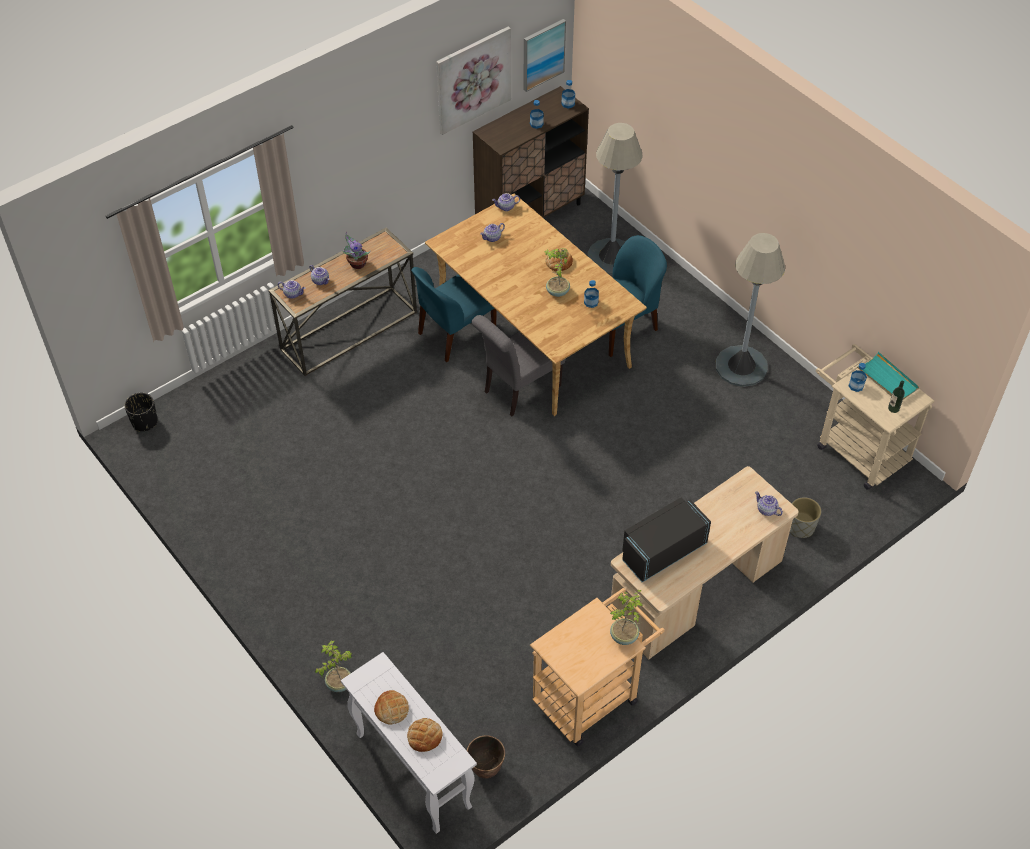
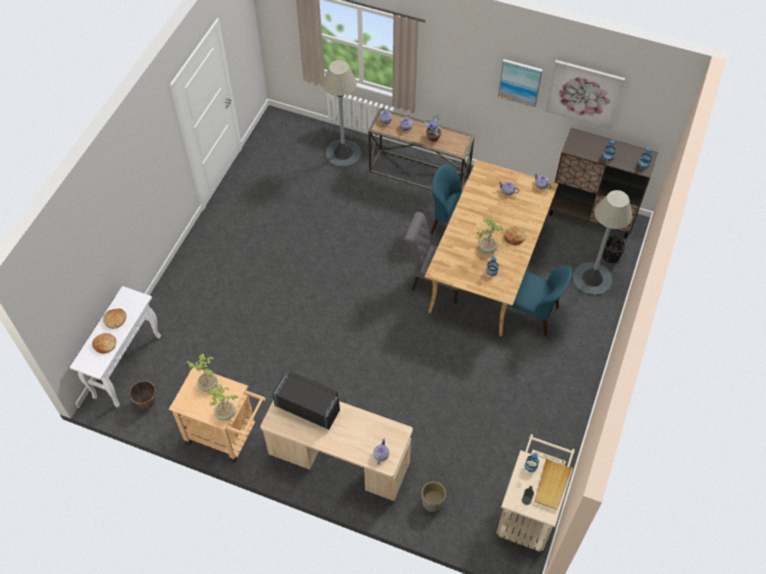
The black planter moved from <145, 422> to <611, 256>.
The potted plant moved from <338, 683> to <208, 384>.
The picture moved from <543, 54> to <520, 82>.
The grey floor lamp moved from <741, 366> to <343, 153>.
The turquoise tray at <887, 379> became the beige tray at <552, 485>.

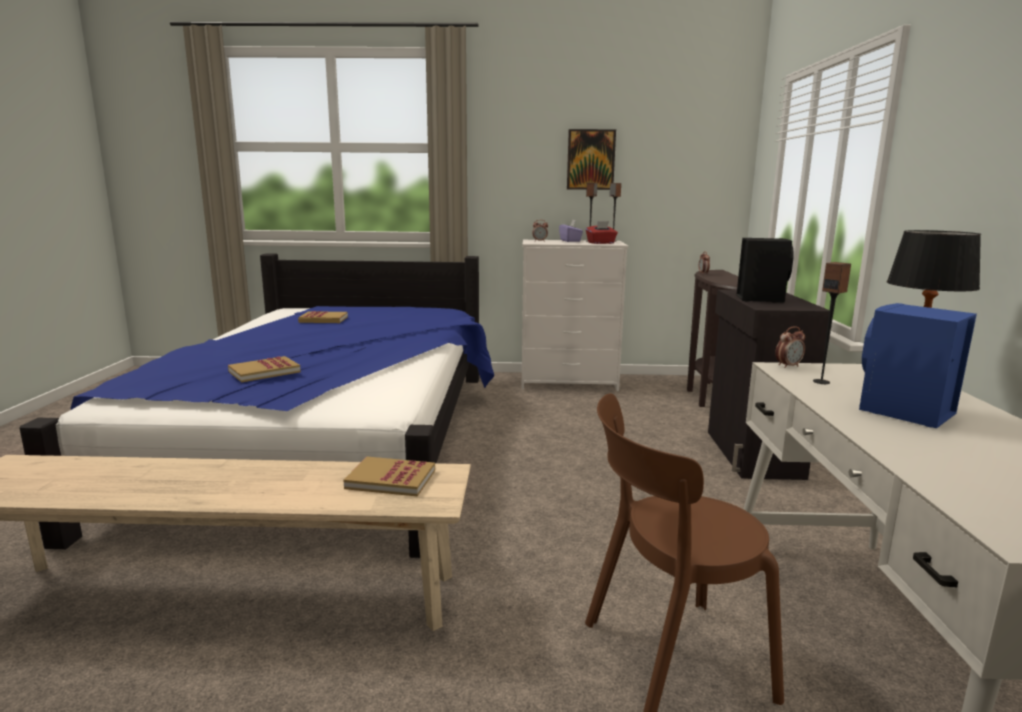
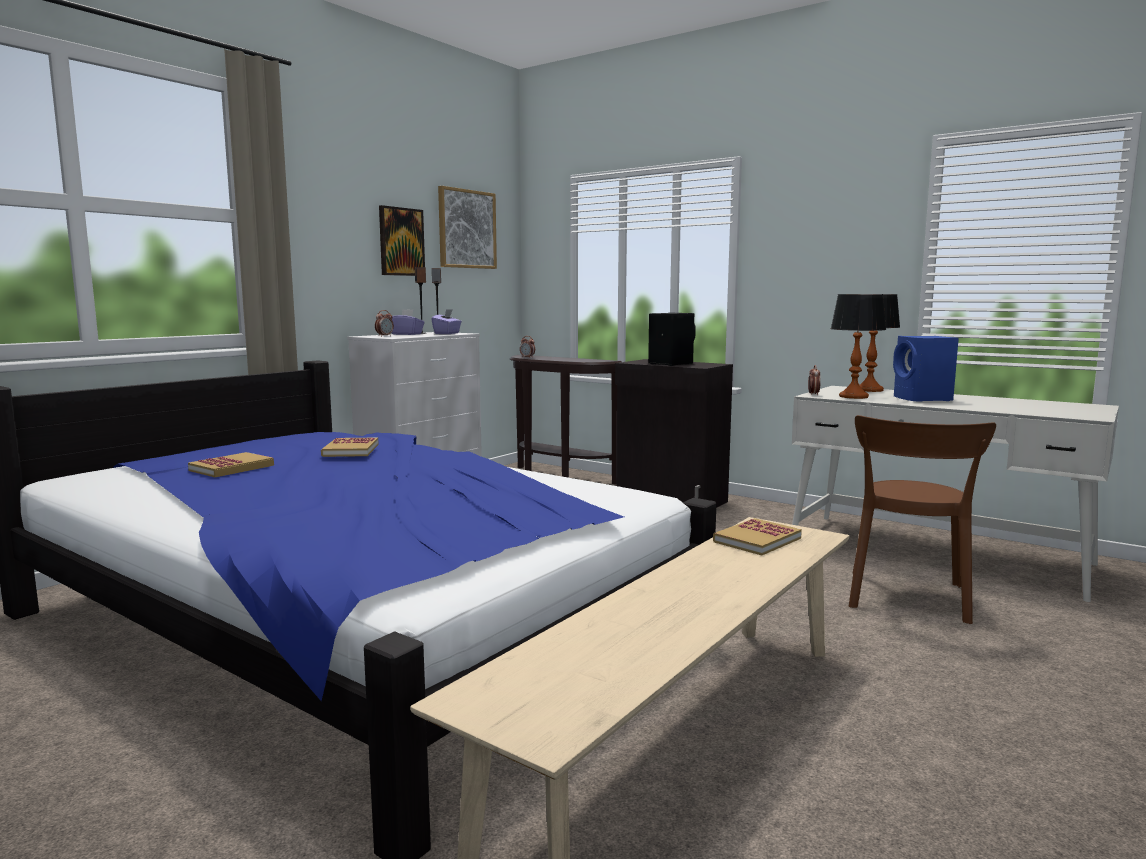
The picture at <466, 229> appeared.
The book moved from <264, 372> to <350, 450>.
The speaker at <821, 382> was replaced by the table lamp at <854, 396>.
The red tissue box at <601, 243> became the purple tissue box at <447, 333>.

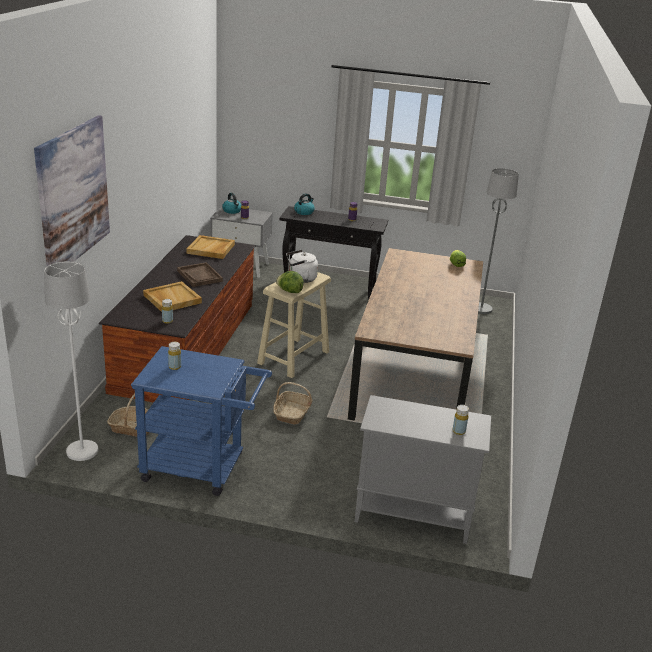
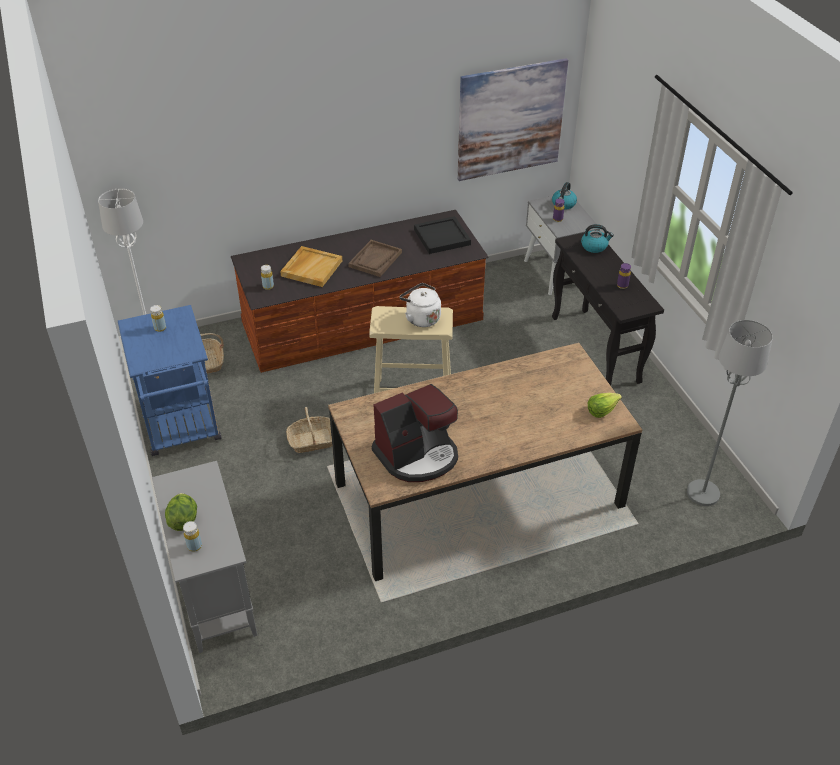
The coffee machine at <417, 455> appeared.
The picture moved from <73, 194> to <510, 120>.
The lettuce moved from <289, 291> to <183, 520>.
The beige tray at <211, 249> became the black tray at <441, 237>.

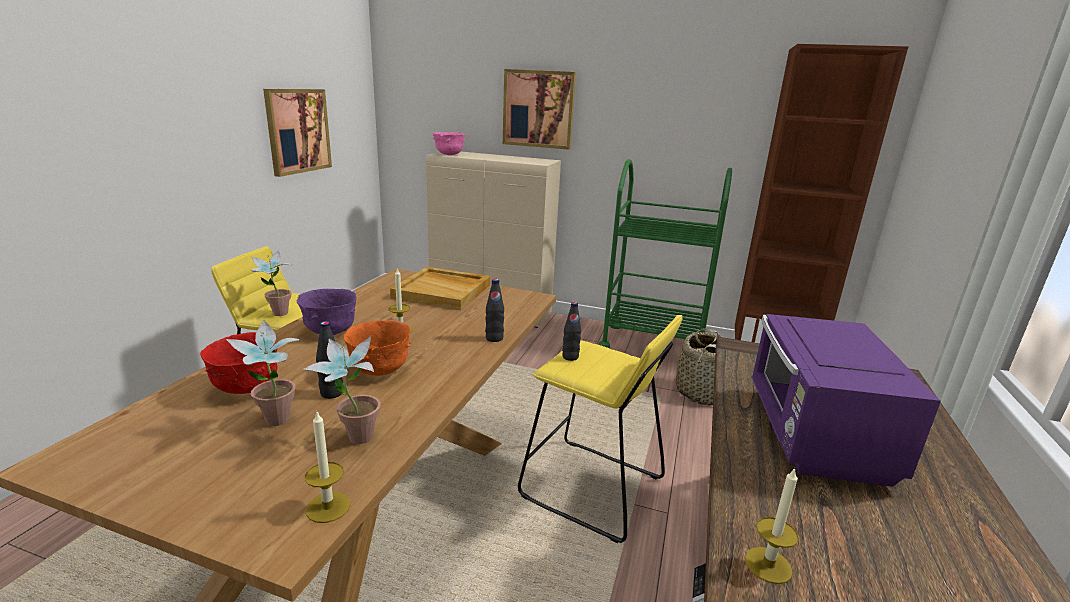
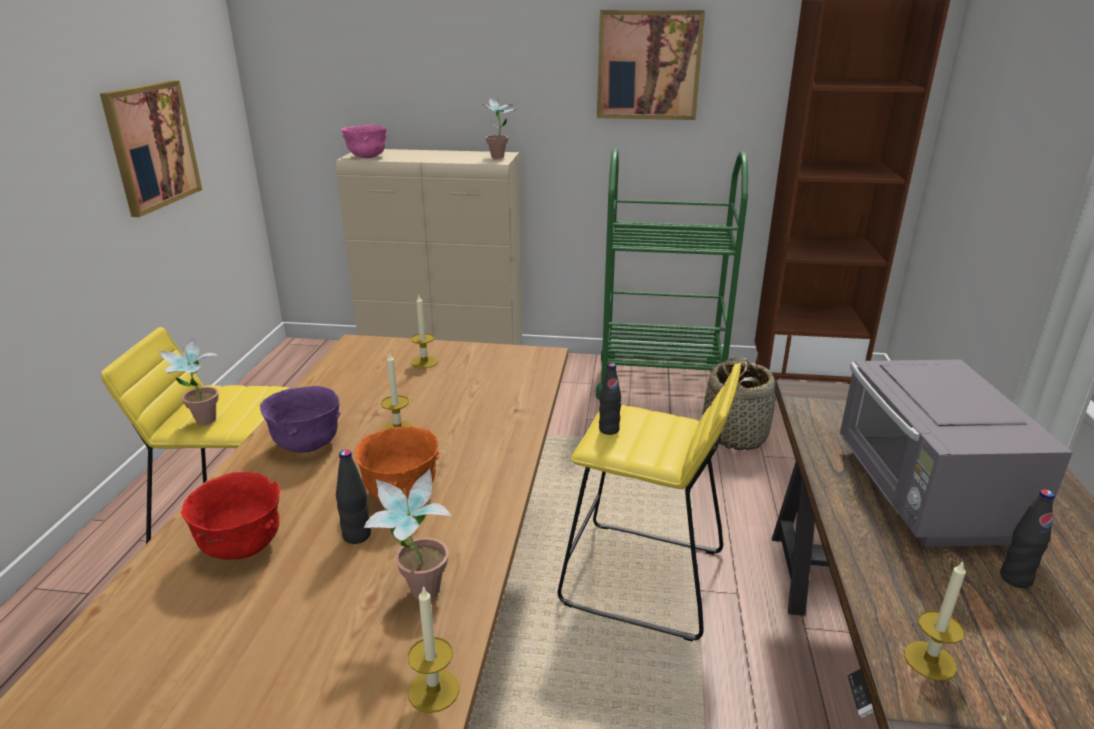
The potted plant moved from <277, 424> to <499, 158>.
The black bottle moved from <494, 338> to <1015, 578>.
The picture moved from <538, 109> to <648, 65>.
The beige tray at <443, 291> was replaced by the candle at <424, 362>.
The purple microwave at <815, 436> became the grey microwave at <924, 495>.

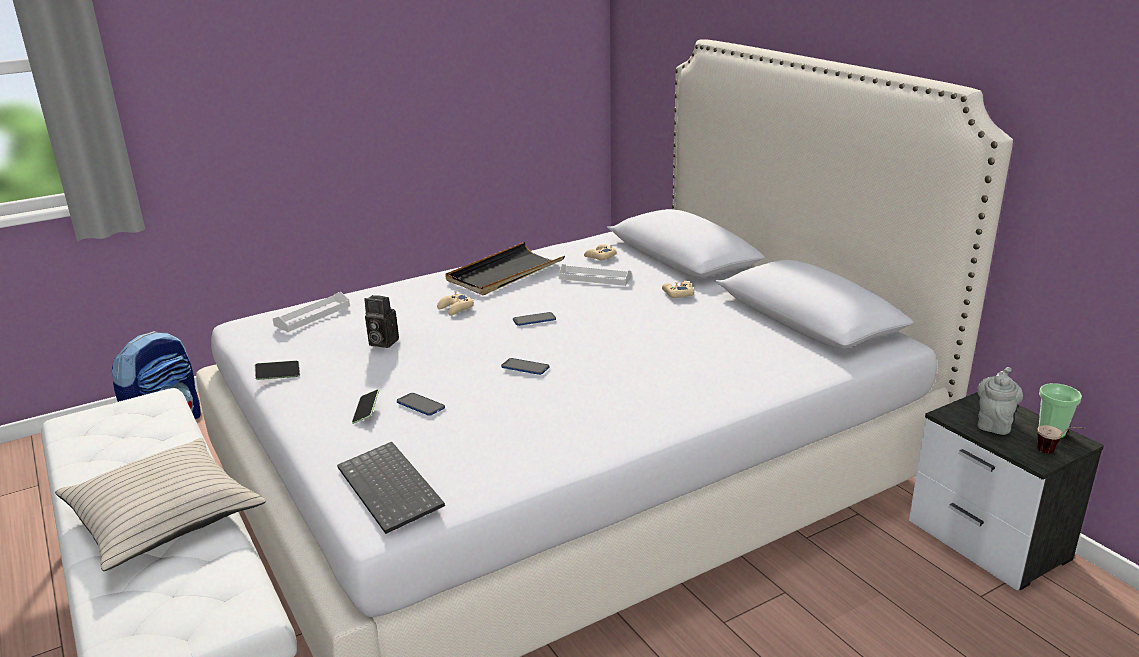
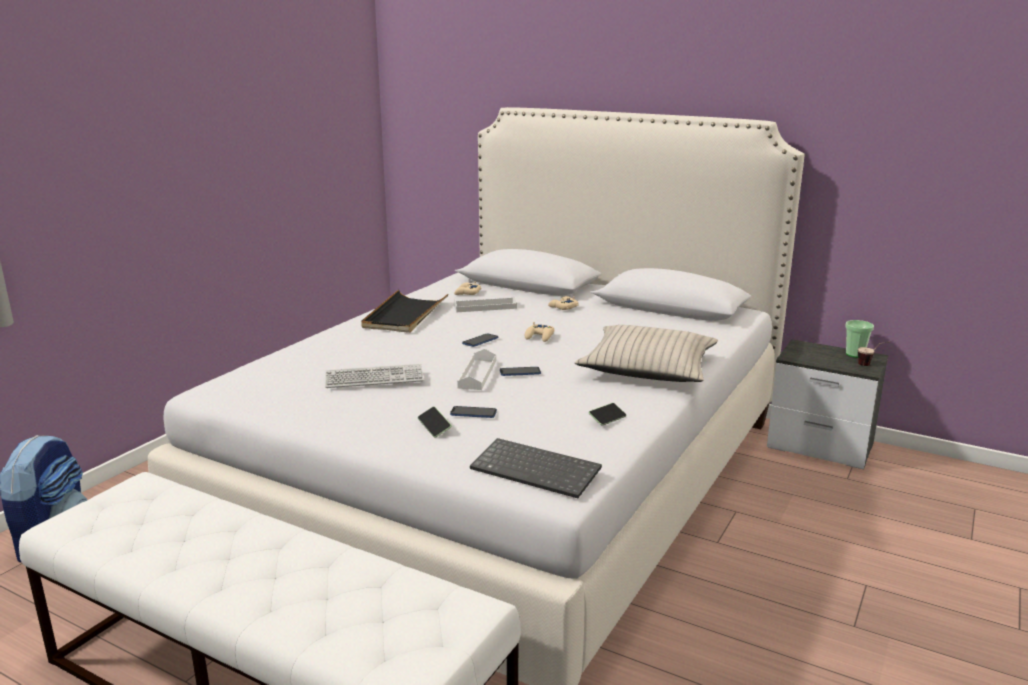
The grey teapot at <994, 423> disappeared.
The beige pillow moved from <163, 516> to <648, 368>.
The phone moved from <278, 375> to <607, 419>.
The white tray moved from <312, 315> to <477, 374>.
The beige game controller moved from <455, 308> to <540, 336>.
The photo camera at <381, 342> was replaced by the keyboard at <374, 378>.

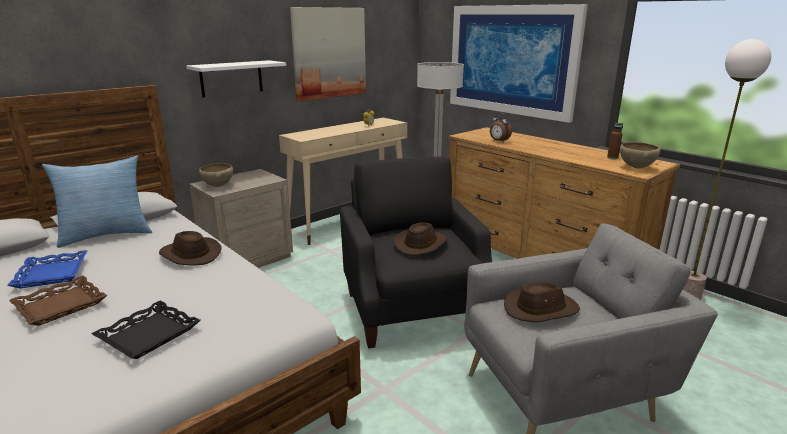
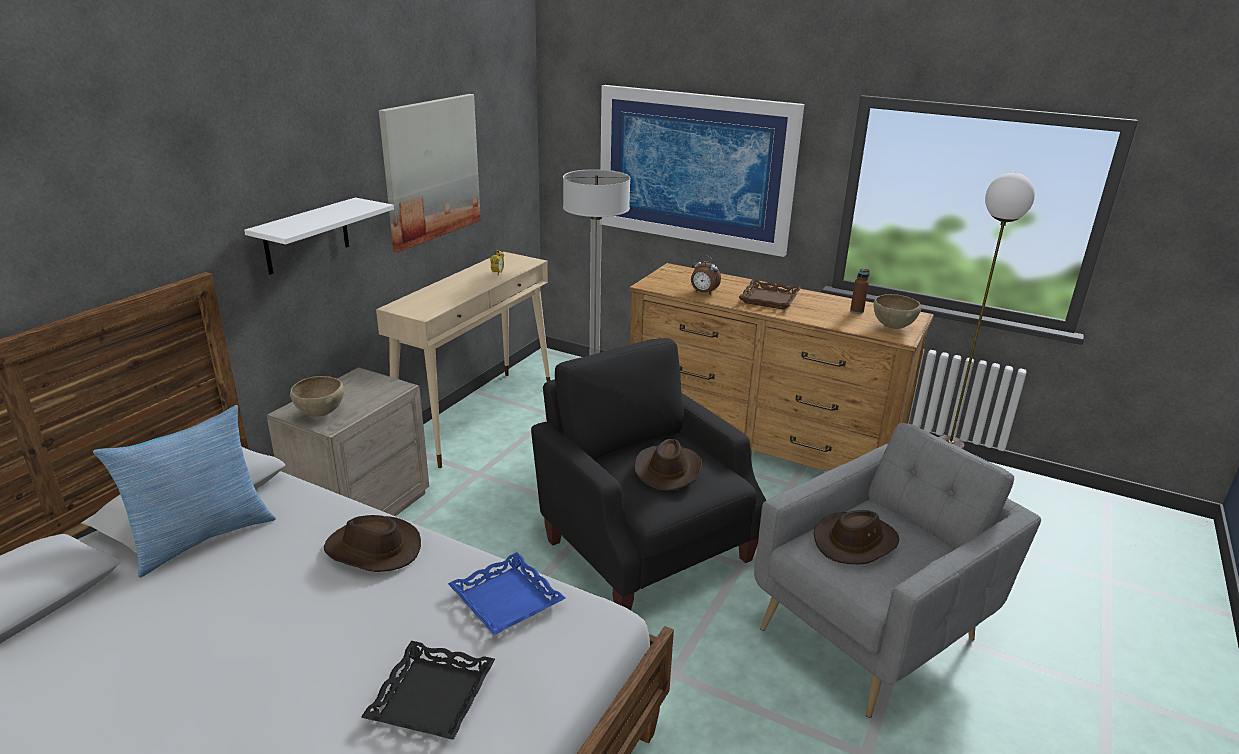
The blue tray moved from <52, 274> to <507, 599>.
The brown tray moved from <60, 305> to <768, 299>.

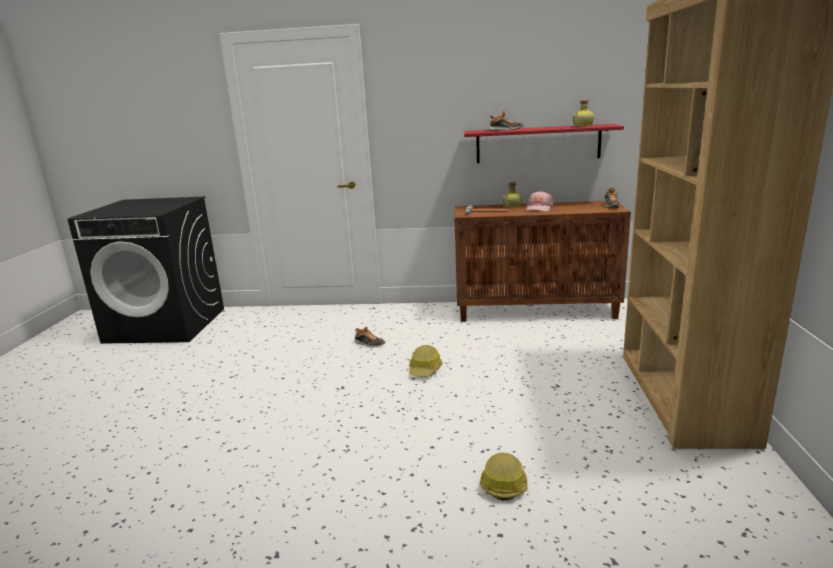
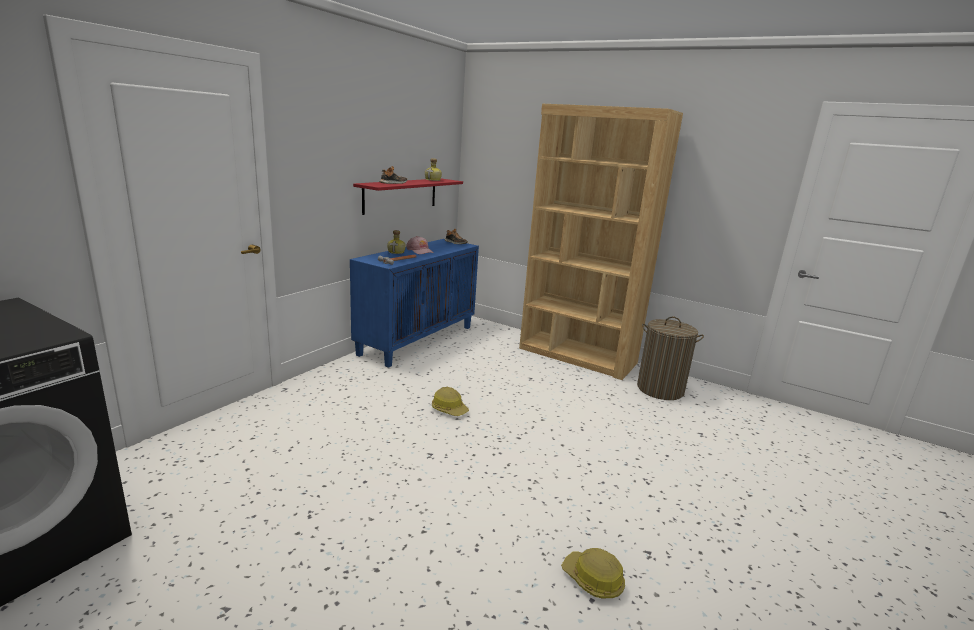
The shoe at <369, 344> disappeared.
The laundry basket at <660, 389> appeared.
The hard hat moved from <503, 483> to <593, 580>.
The brown cabinet at <536, 311> became the blue cabinet at <417, 340>.

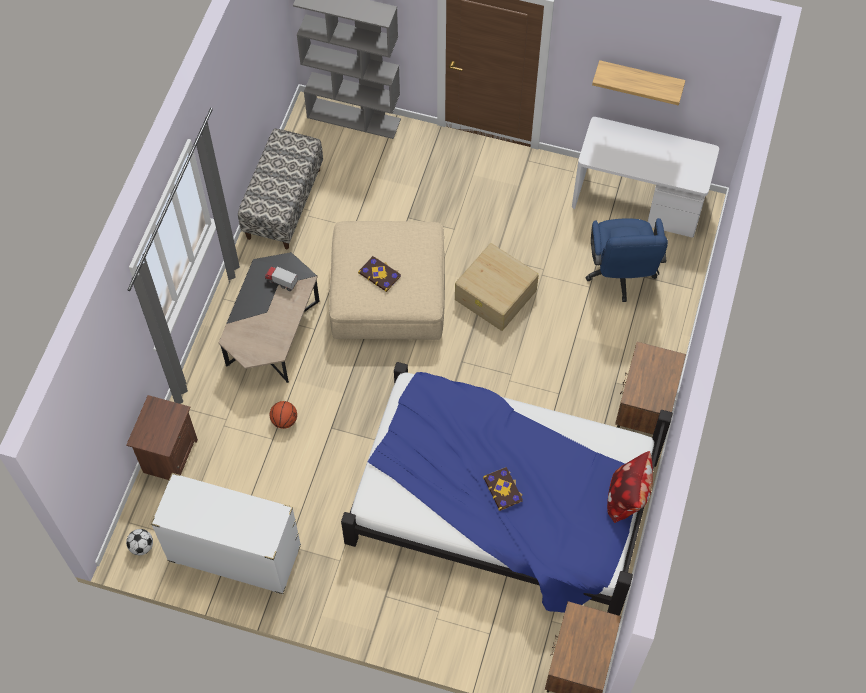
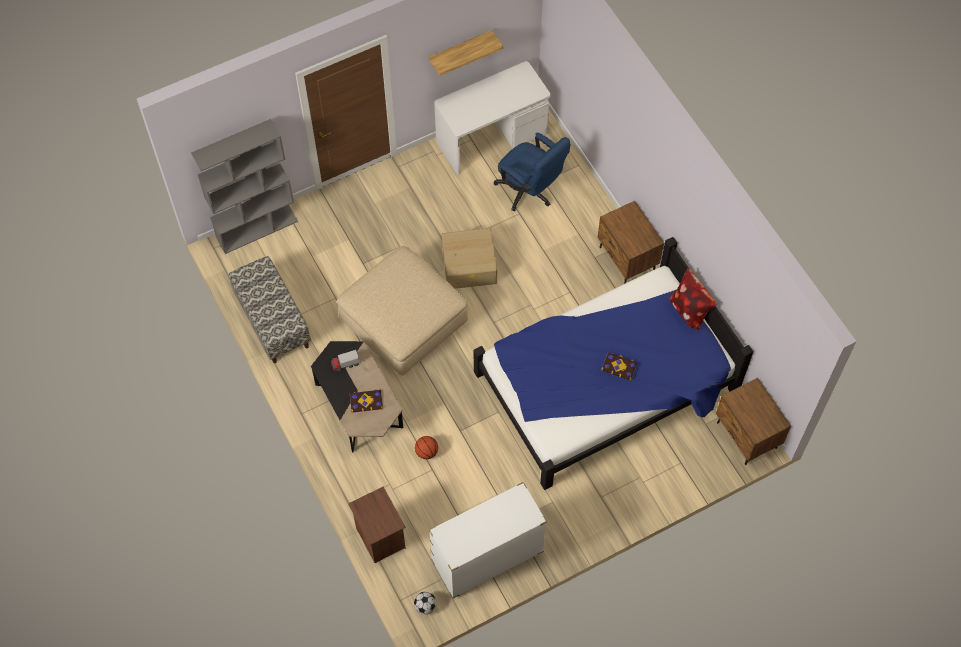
The book moved from <380, 274> to <366, 401>.

